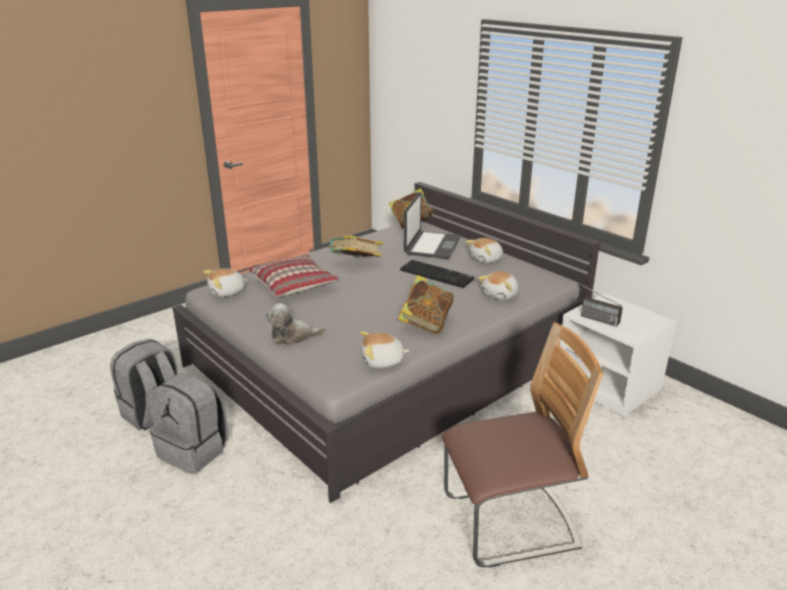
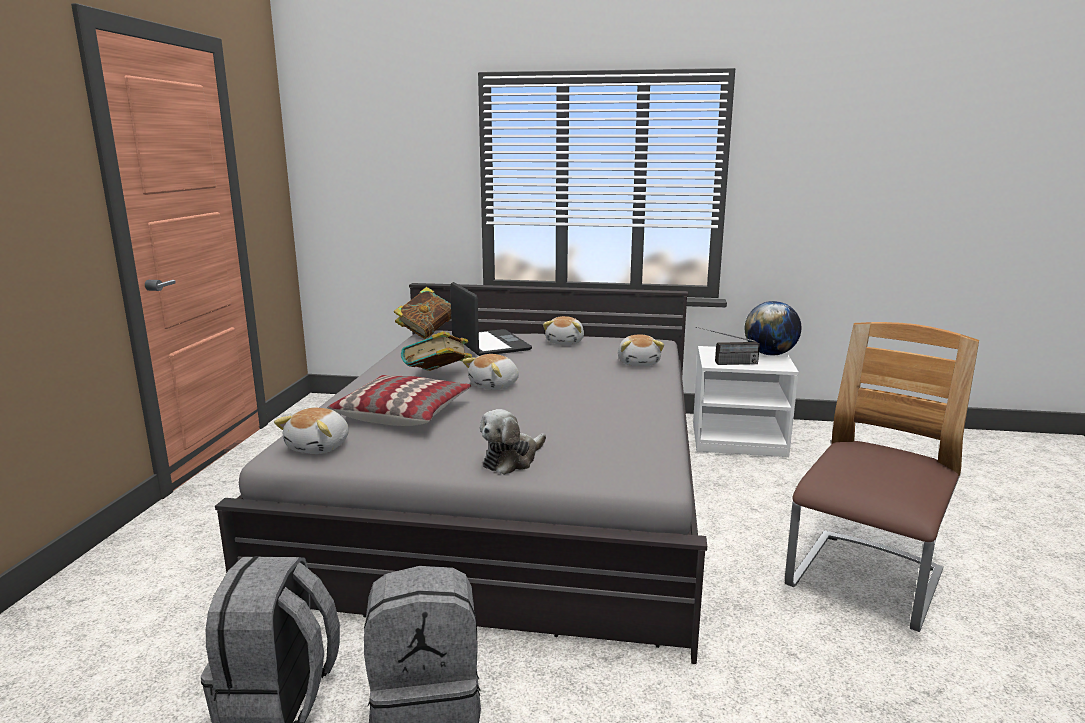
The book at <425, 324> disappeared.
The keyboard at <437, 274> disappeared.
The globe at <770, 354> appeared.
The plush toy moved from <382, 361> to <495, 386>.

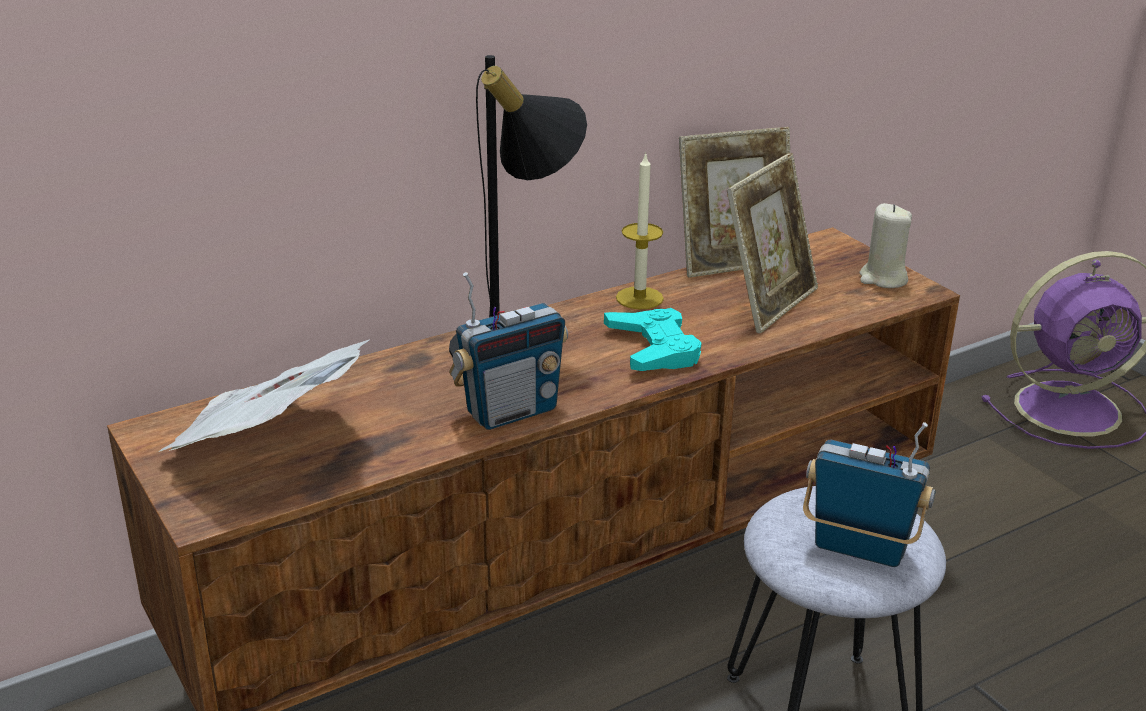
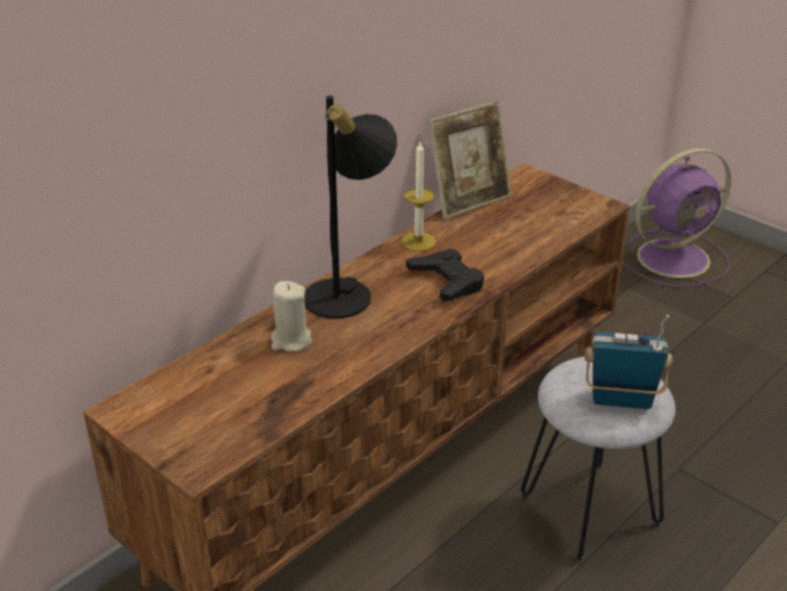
The newspaper at <270, 444> disappeared.
The radio at <511, 411> disappeared.
The picture frame at <768, 304> disappeared.
The beige candle moved from <883, 279> to <291, 341>.
The turquoise game controller at <653, 349> became the black game controller at <447, 281>.

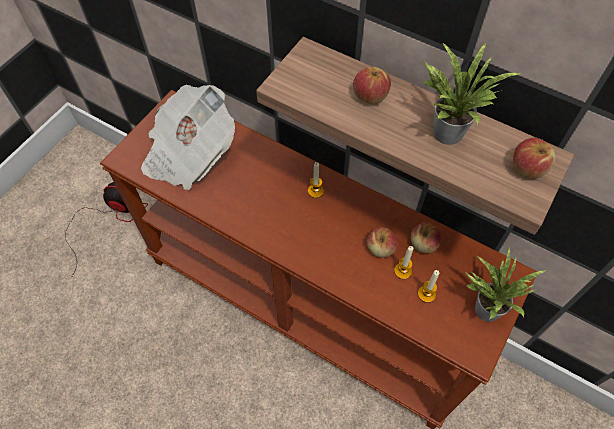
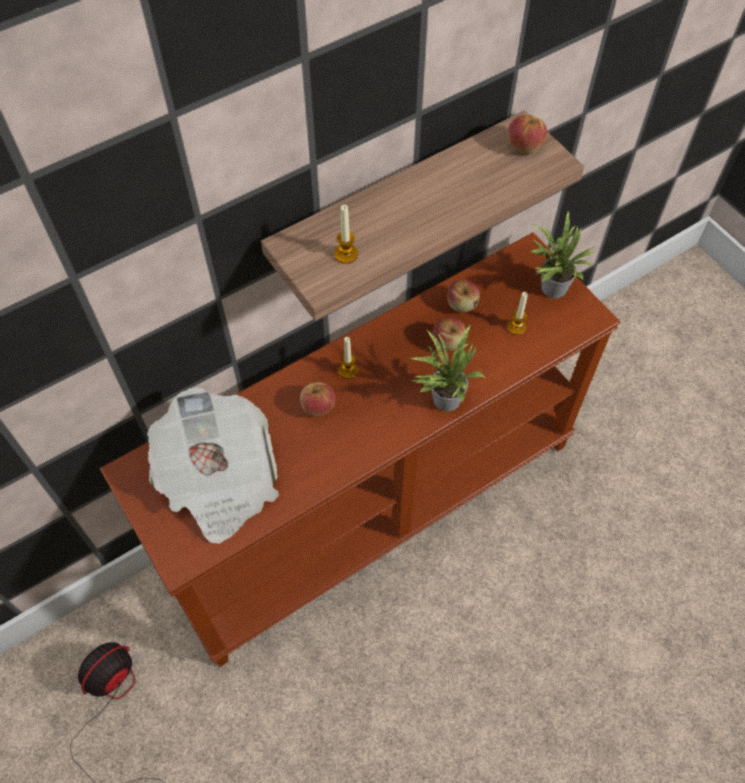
The apple moved from <370, 96> to <318, 406>.
The candle moved from <402, 271> to <346, 254>.
The potted plant moved from <447, 129> to <443, 398>.

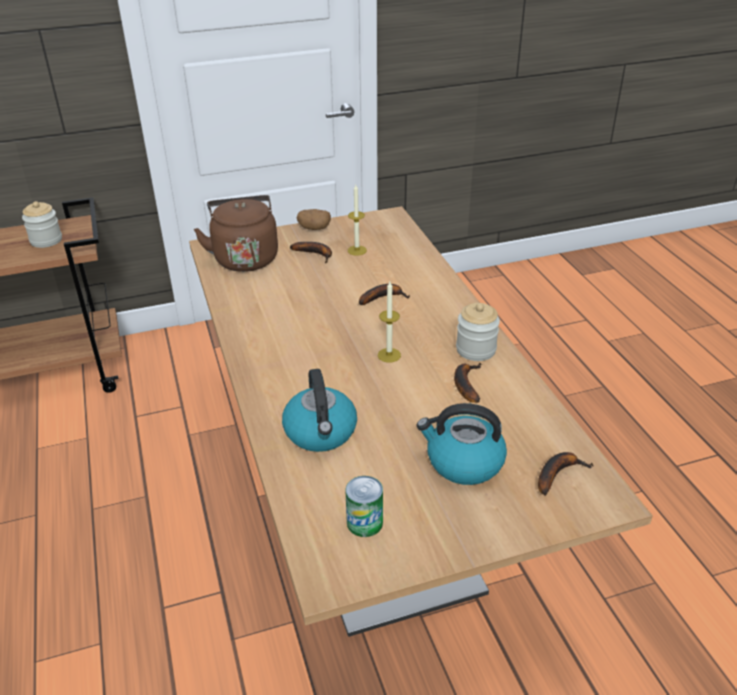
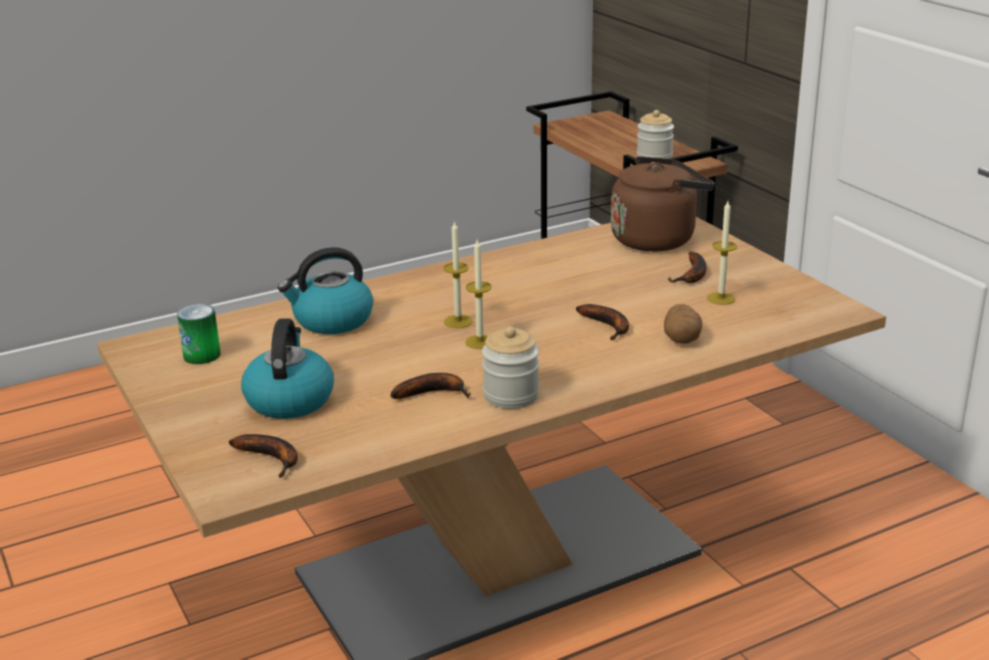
The candle at <458, 321> appeared.
The potato moved from <314, 228> to <681, 339>.

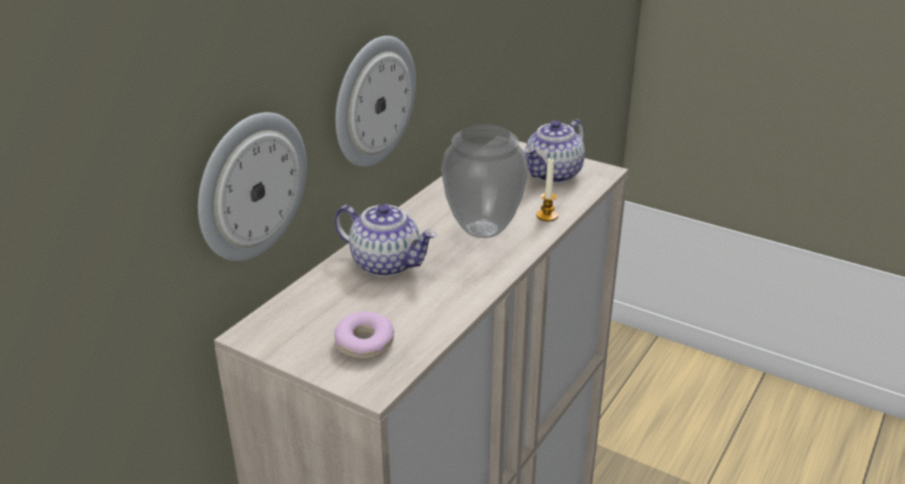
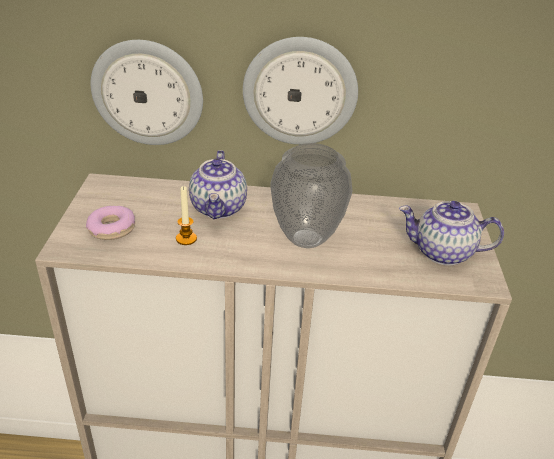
The candle moved from <547, 216> to <186, 238>.

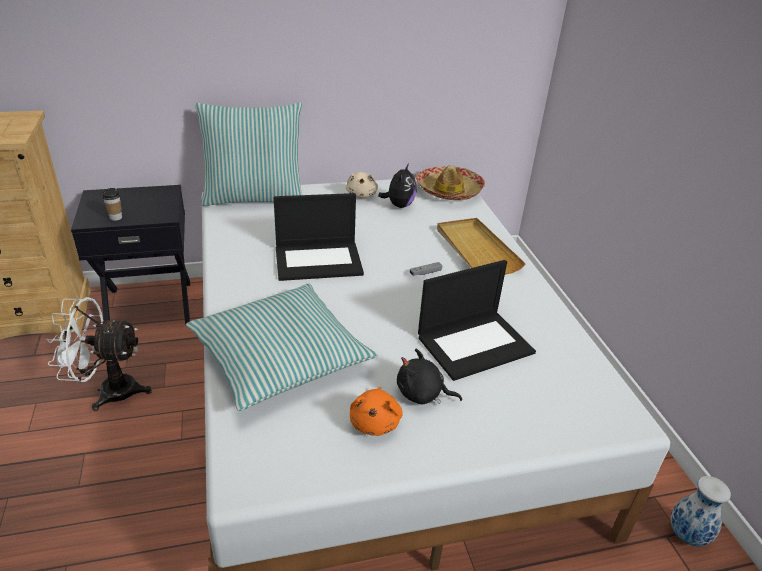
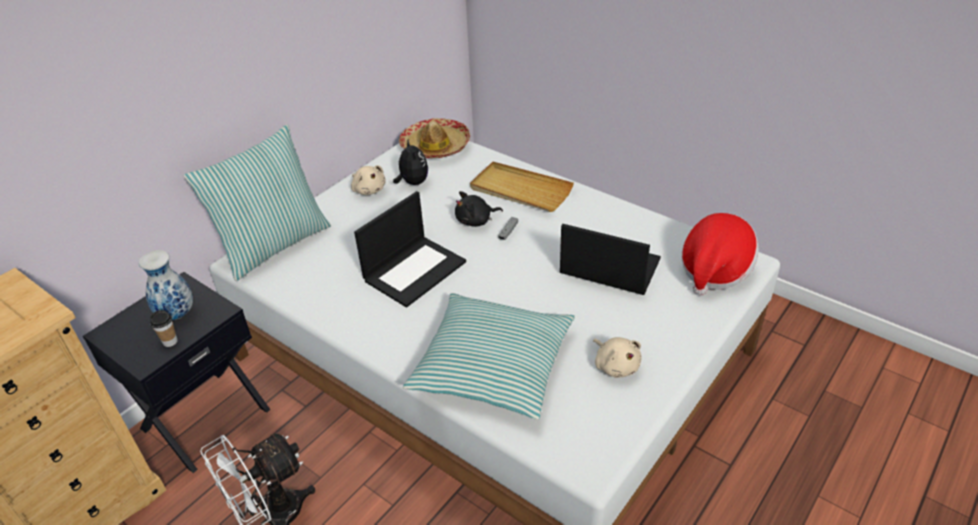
The hat at <714, 270> appeared.
The black plush toy moved from <422, 394> to <476, 221>.
The vase moved from <686, 535> to <176, 315>.
The orange plush toy at <375, 422> became the beige plush toy at <615, 365>.
The laptop at <475, 344> turned 90 degrees counterclockwise.

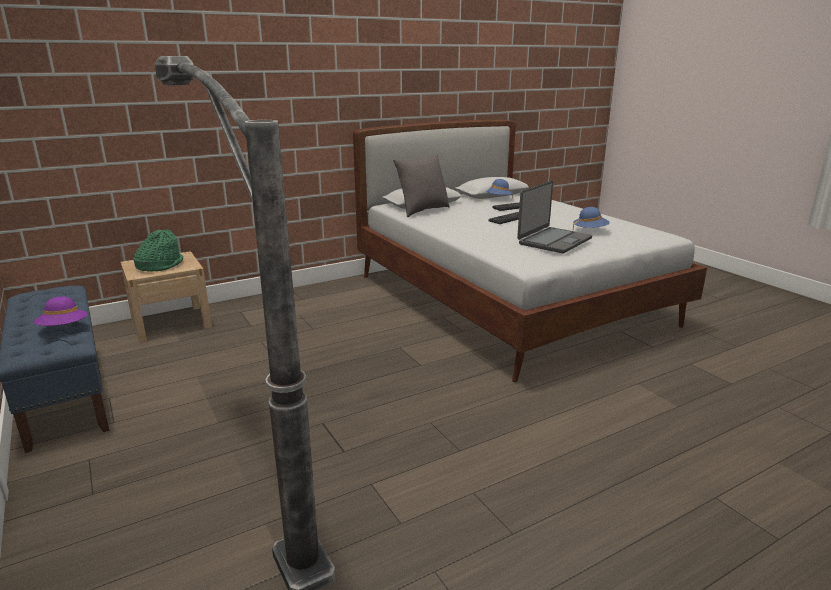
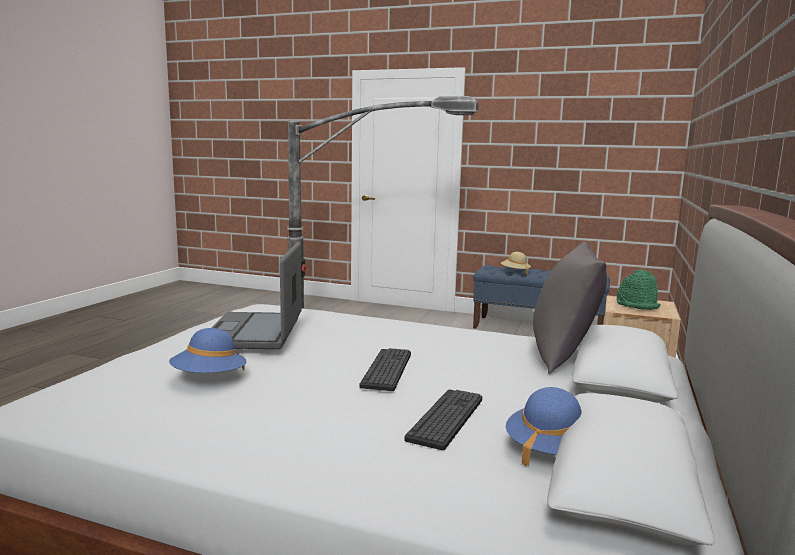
The purple hat at <64, 328> became the beige hat at <515, 272>.

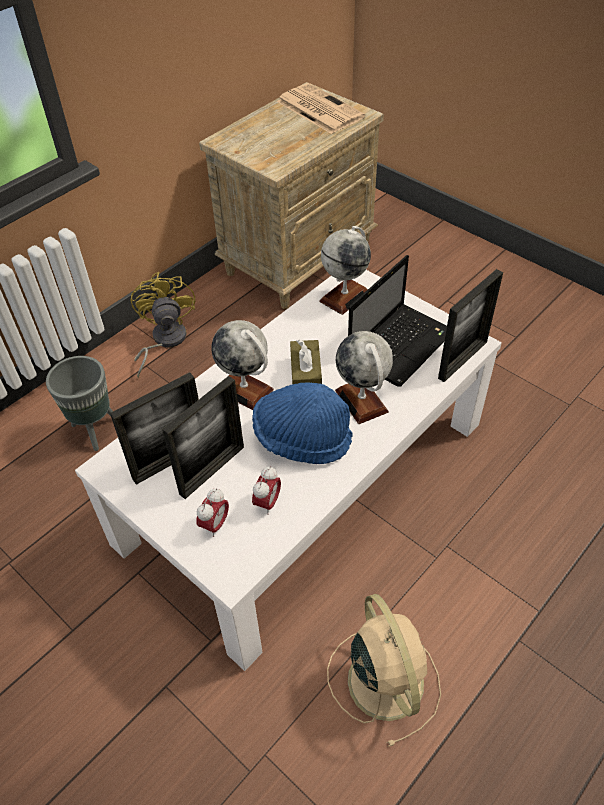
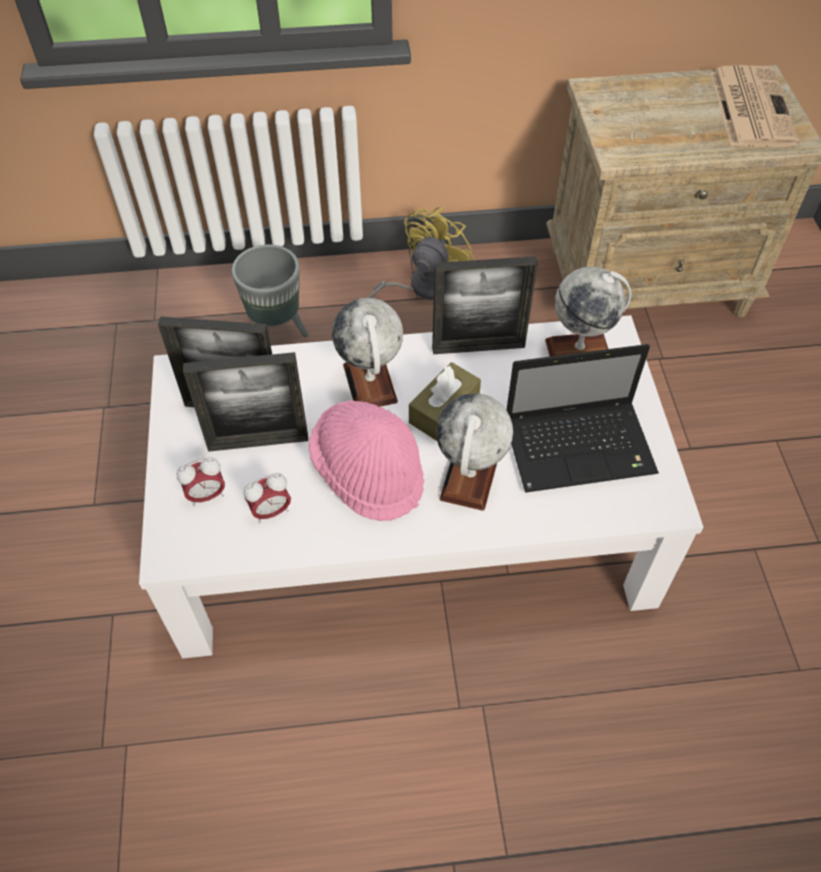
The beige fan at <384, 678> disappeared.
The picture frame moved from <462, 360> to <478, 347>.
The blue hat at <302, 438> became the pink hat at <369, 473>.

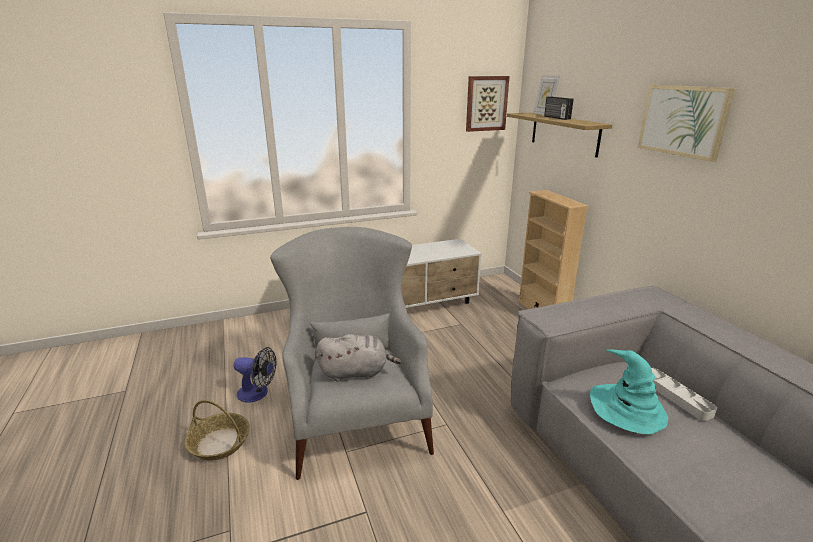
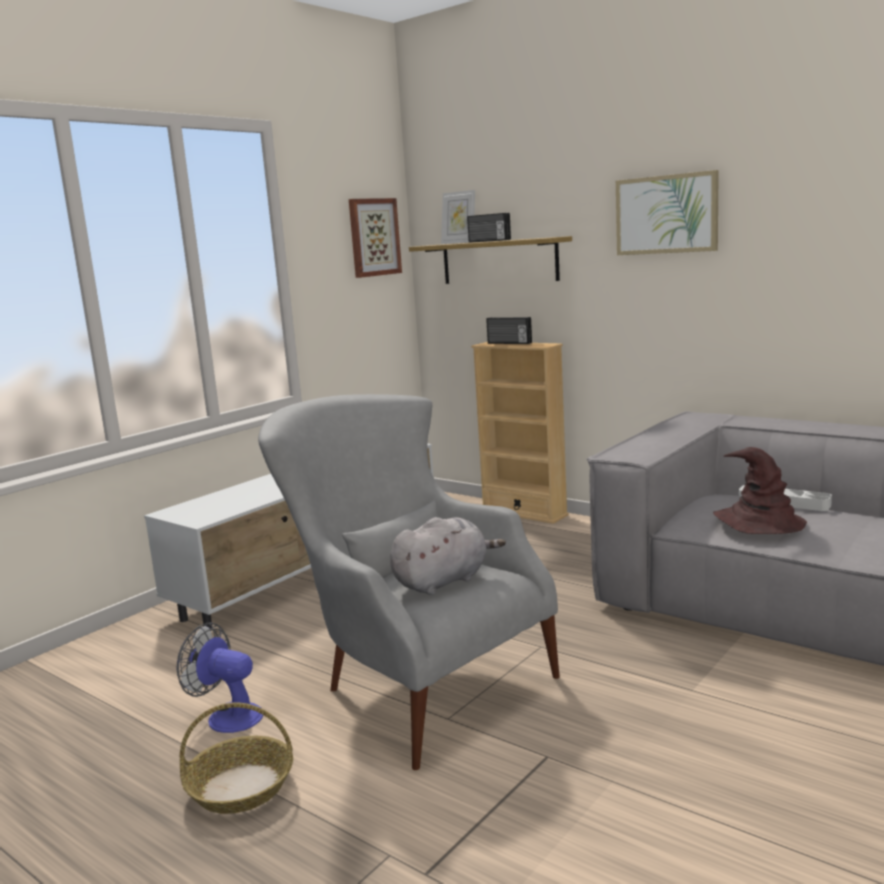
The radio at <509, 343> appeared.
The turquoise hat at <627, 408> became the brown hat at <758, 522>.
The fan at <258, 393> turned 135 degrees counterclockwise.

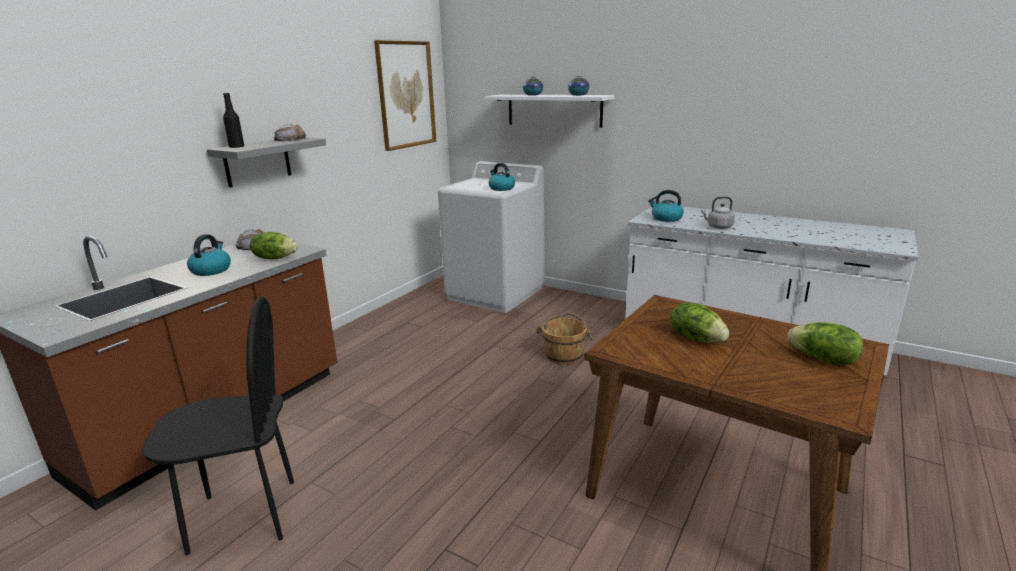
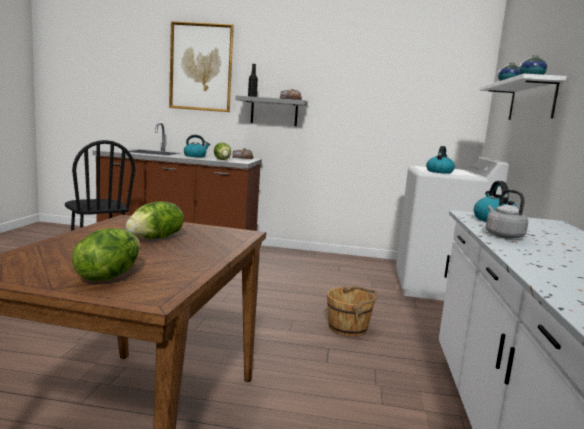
The picture moved from <406, 95> to <201, 67>.

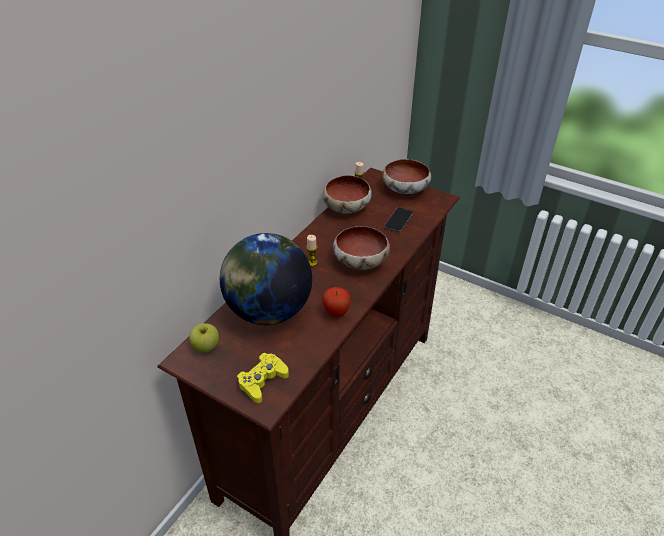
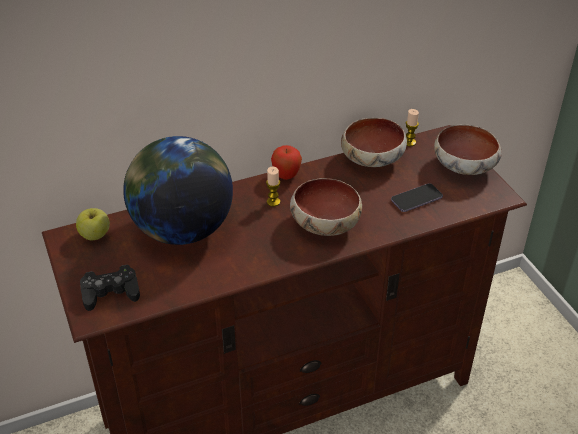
The apple moved from <336, 313> to <286, 176>.
The yellow game controller at <262, 381> became the black game controller at <110, 292>.

